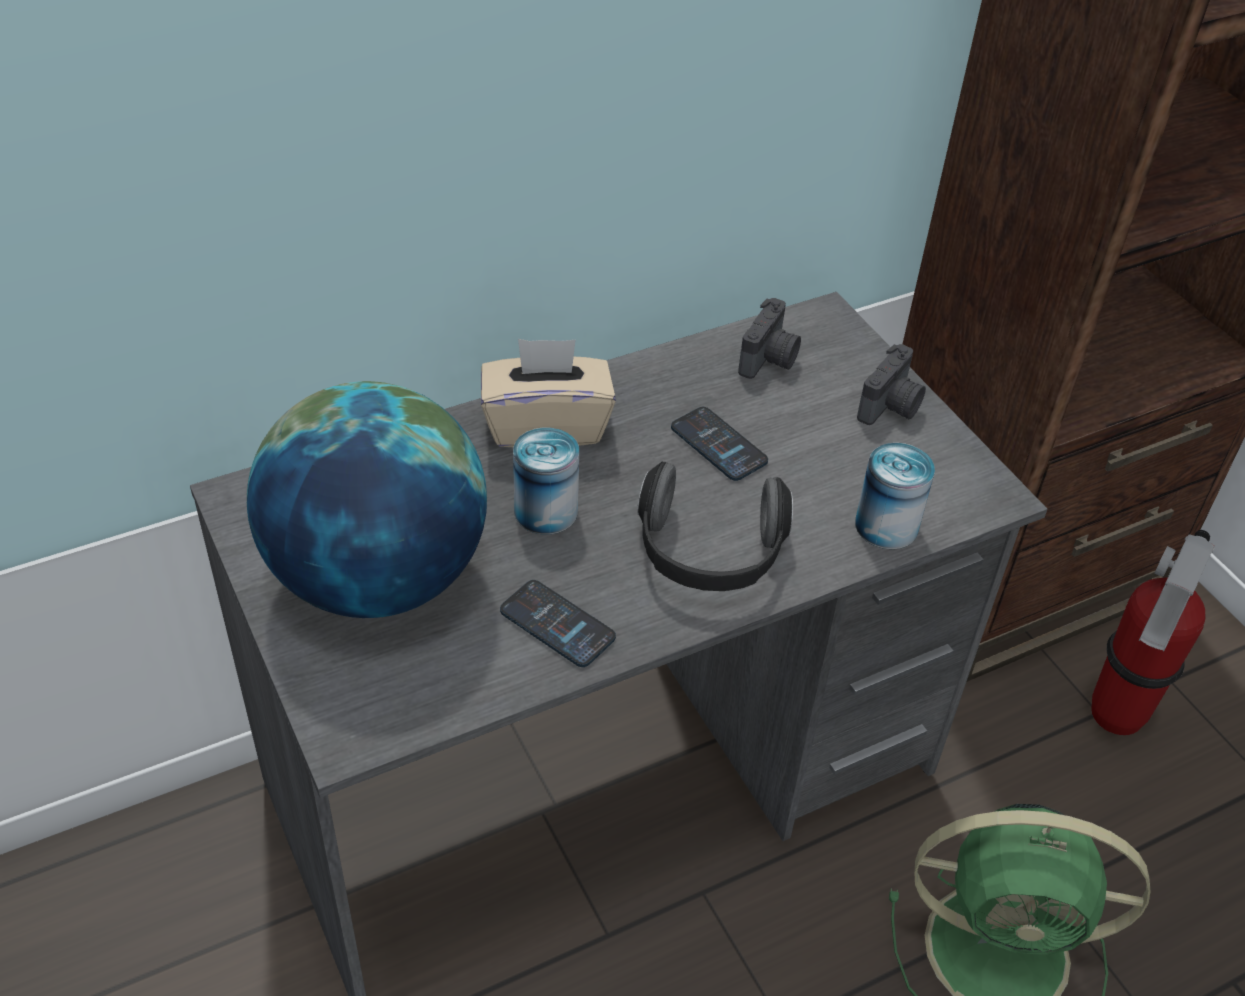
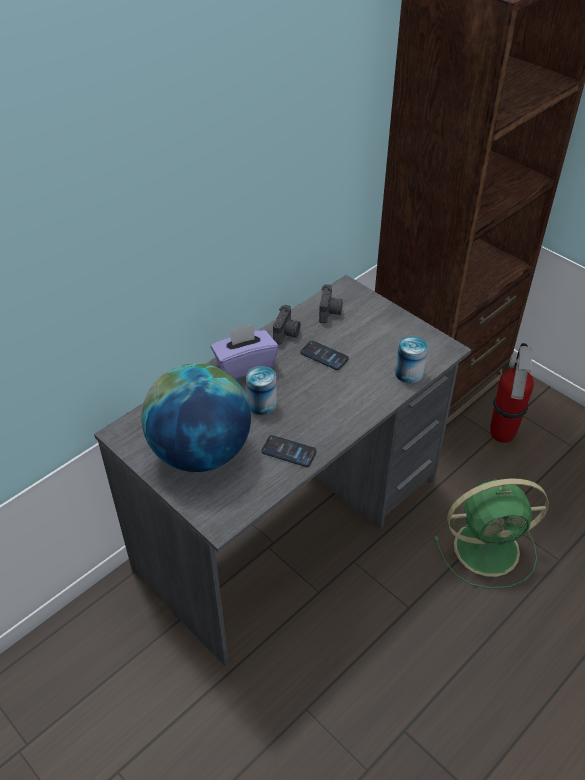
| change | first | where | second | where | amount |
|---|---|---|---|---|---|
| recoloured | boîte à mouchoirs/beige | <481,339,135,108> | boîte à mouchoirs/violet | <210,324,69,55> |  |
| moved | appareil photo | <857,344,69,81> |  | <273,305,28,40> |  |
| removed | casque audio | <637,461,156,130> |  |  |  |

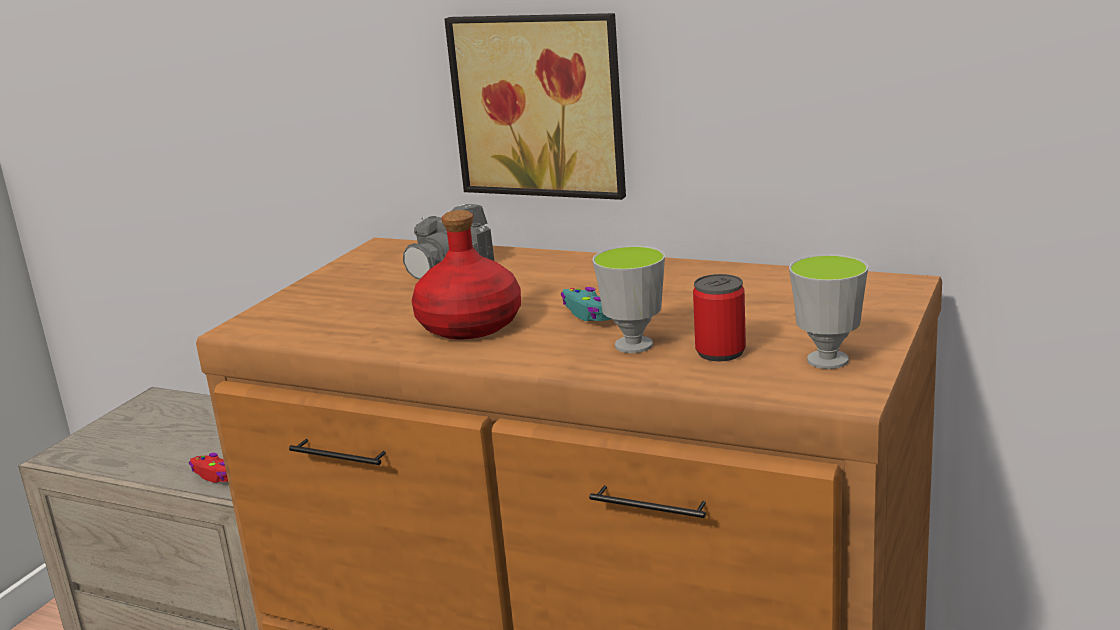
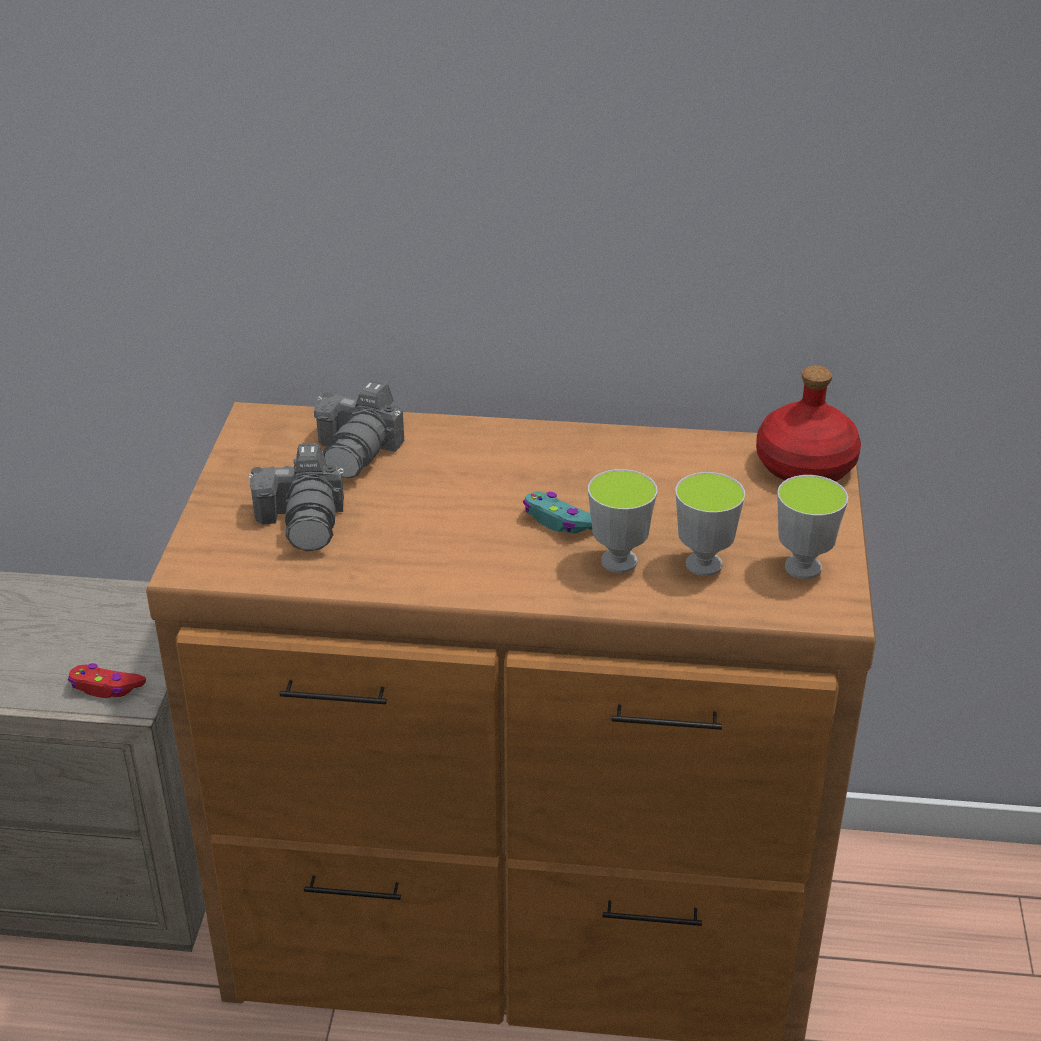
| change | first | where | second | where | amount |
|---|---|---|---|---|---|
| added |  |  | appareil photo | <248,443,96,108> |  |
| replaced | boîte métallique | <693,274,53,87> | tasse | <675,472,70,104> |  |
| moved | bouteille/rouge | <412,210,109,129> |  | <756,366,105,115> |  |
| removed | tableau | <444,13,182,187> |  |  |  |

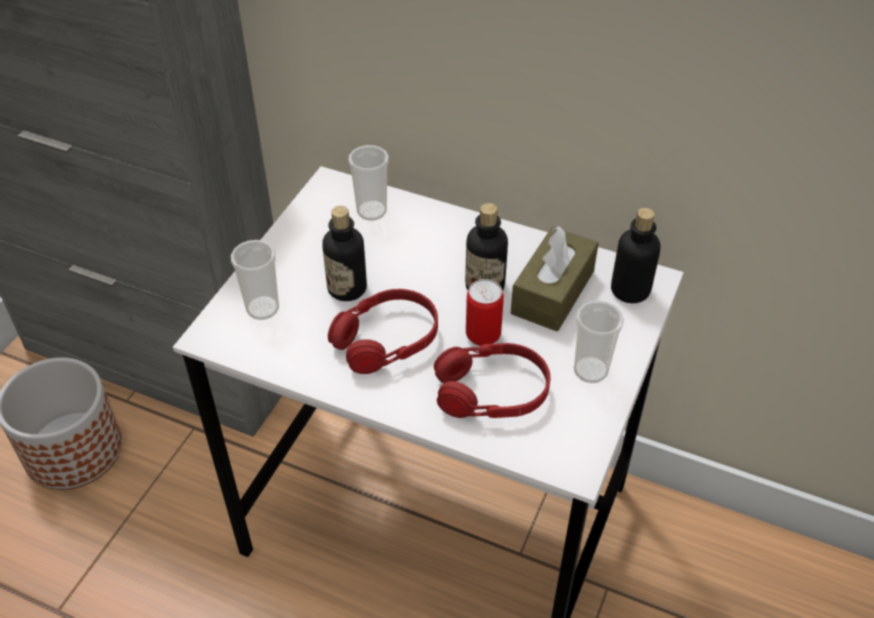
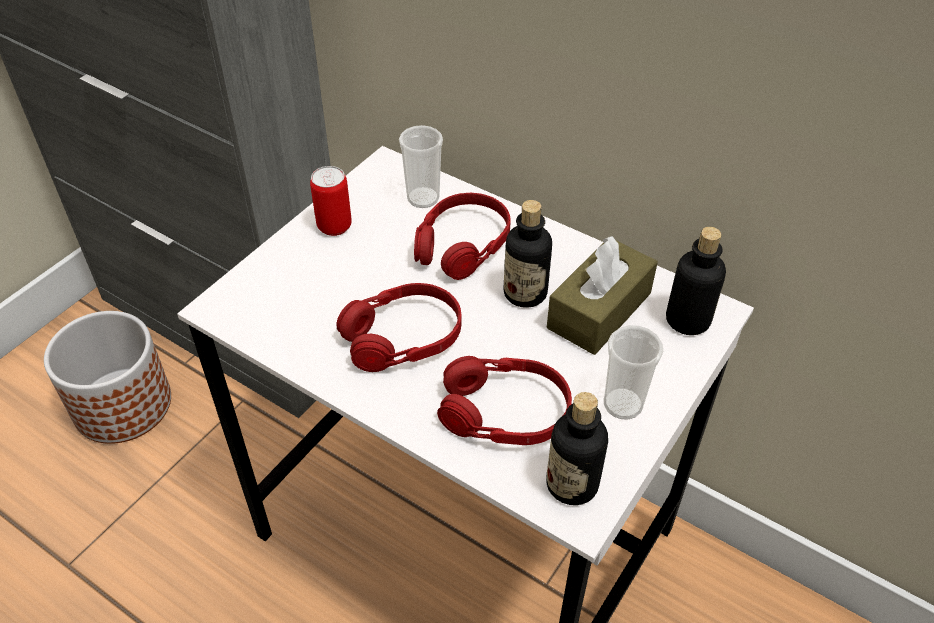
| change | first | where | second | where | amount |
|---|---|---|---|---|---|
| moved | boîte métallique | <466,279,38,67> |  | <310,166,42,70> |  |
| added |  |  | casque audio/rouge | <414,193,97,87> |  |
| moved | bouteille | <322,206,45,95> |  | <546,392,62,113> |  |
| removed | tasse | <231,240,48,80> |  |  |  |

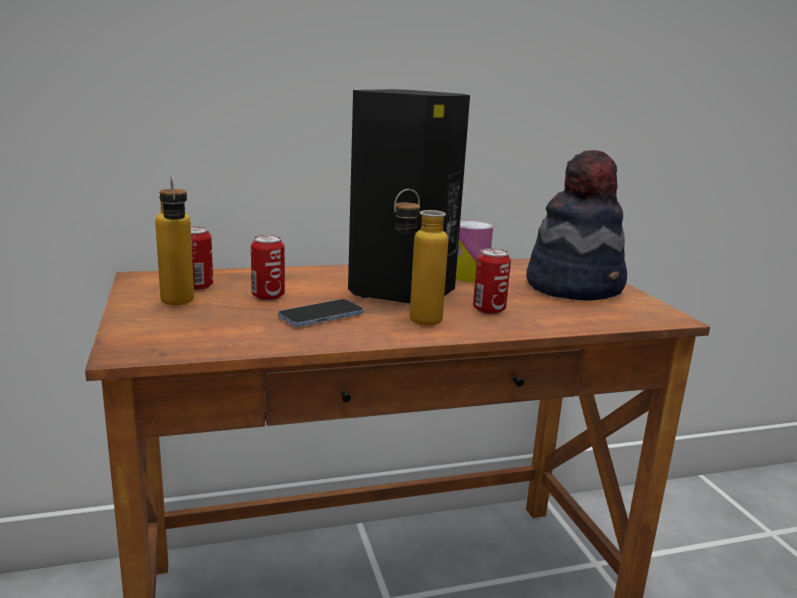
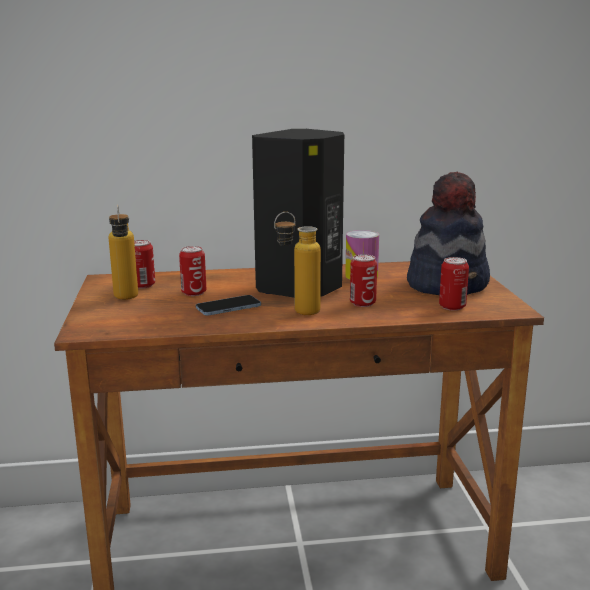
| change | first | where | second | where | amount |
|---|---|---|---|---|---|
| added |  |  | boîte métallique | <439,257,30,54> |  |

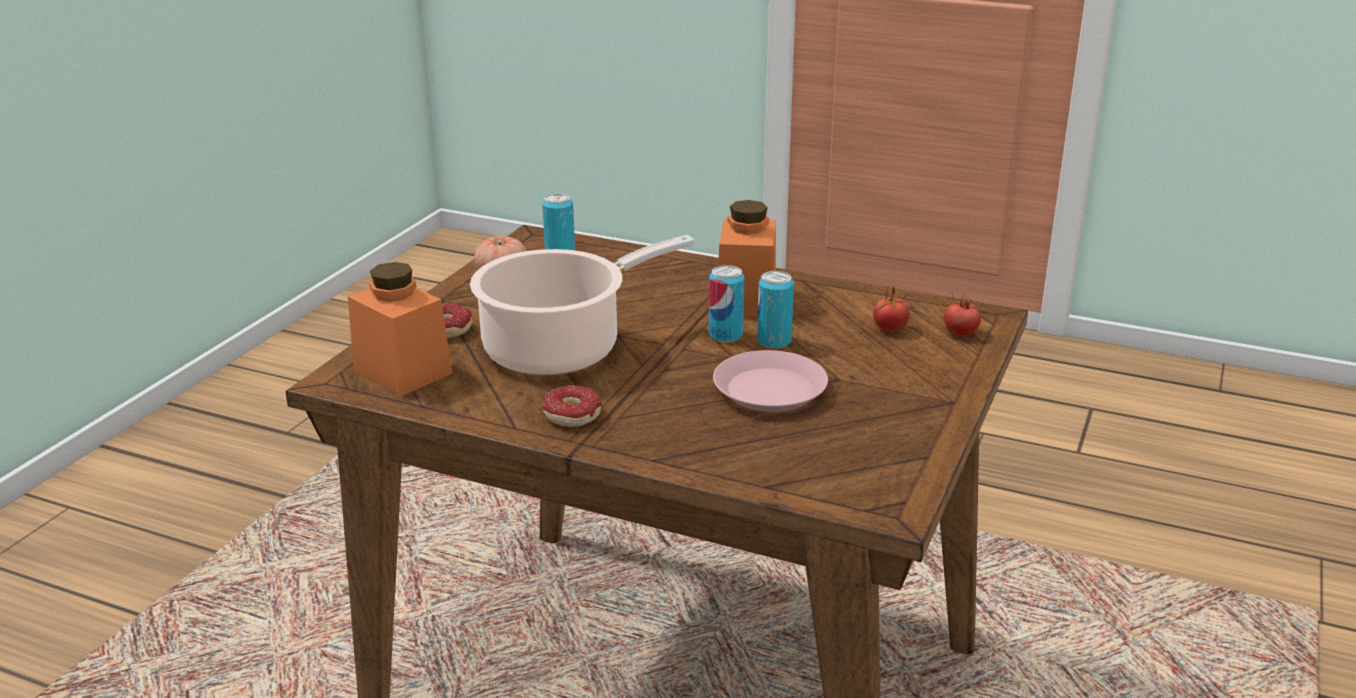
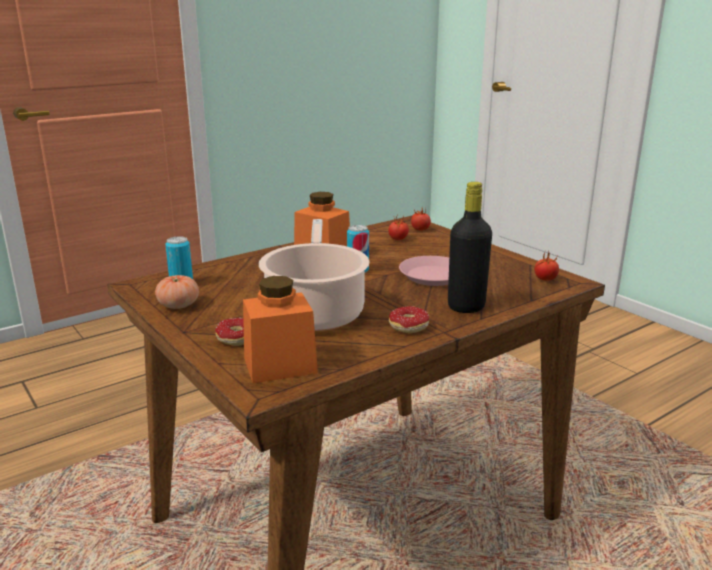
| change | first | where | second | where | amount |
|---|---|---|---|---|---|
| added |  |  | bouteille/noir | <448,182,44,131> |  |
| added |  |  | tomate | <534,251,25,30> |  |
| removed | boîte métallique | <757,271,37,78> |  |  |  |

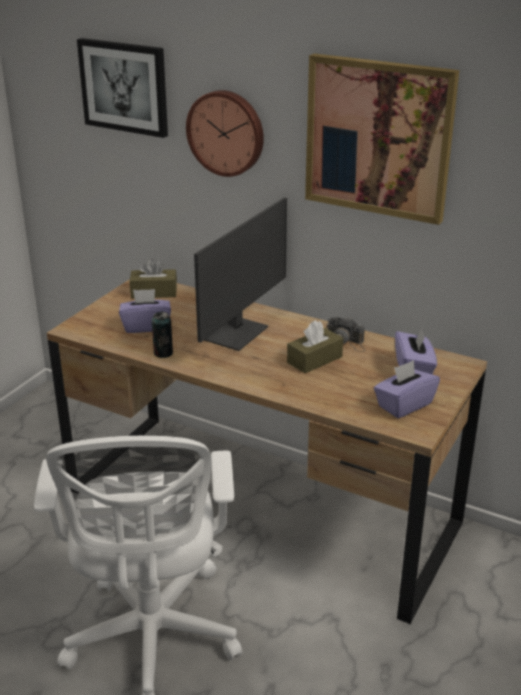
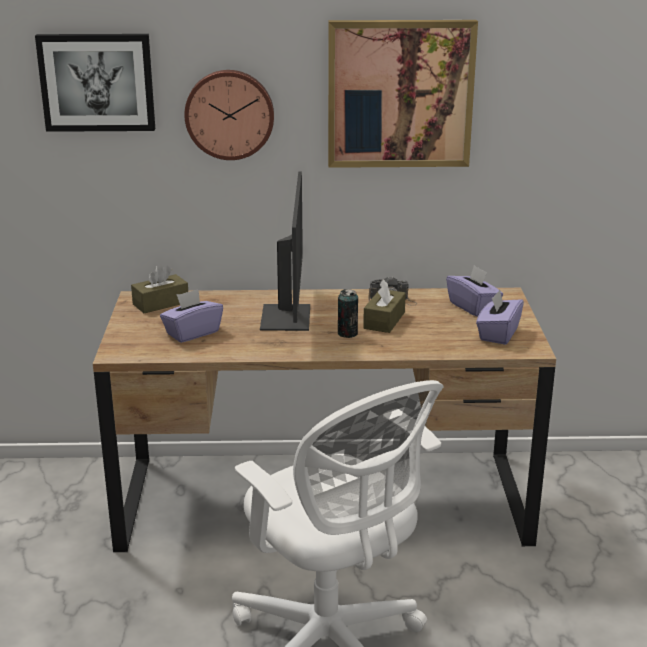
| change | first | where | second | where | amount |
|---|---|---|---|---|---|
| moved | boîte métallique | <152,312,21,46> |  | <337,289,21,49> |  |

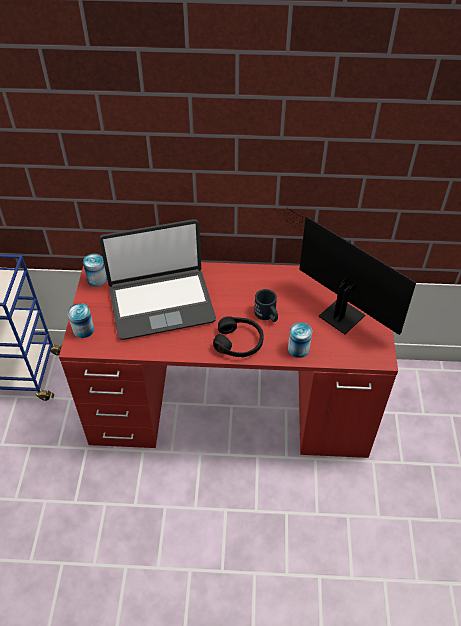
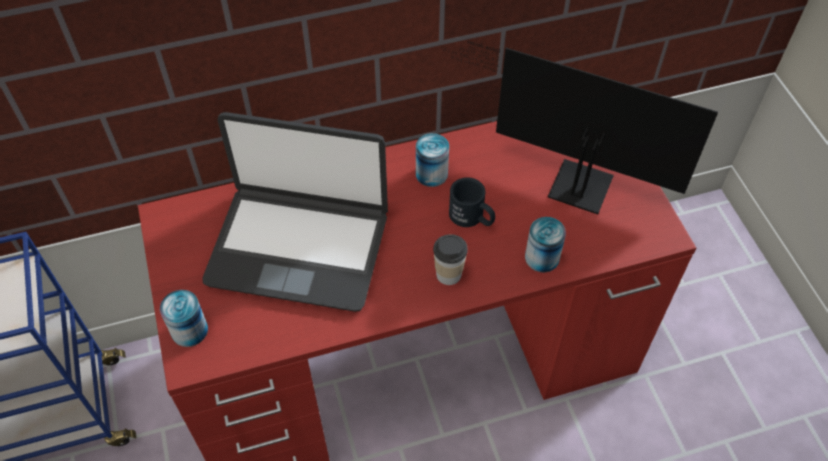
| change | first | where | second | where | amount |
|---|---|---|---|---|---|
| turned | ordinateur portable | <99,219,117,121> |  | <202,112,186,200> | 45 degrees clockwise |
| moved | boîte métallique | <83,254,24,33> |  | <416,133,33,54> |  |
| replaced | casque audio/noir | <213,316,51,41> | tasse | <433,234,35,51> |  |

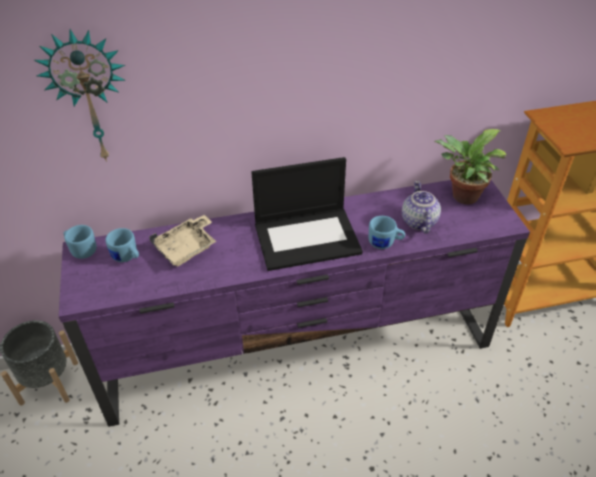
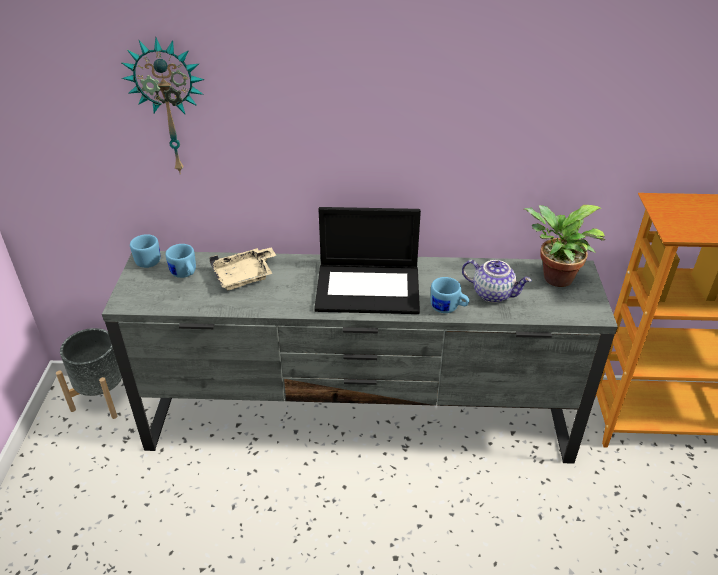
| change | first | where | second | where | amount |
|---|---|---|---|---|---|
| recoloured | meuble télé/violet | <59,180,471,247> | meuble télé/gris | <102,251,516,213> |  |
| turned | théière | <402,181,39,53> |  | <462,260,70,43> | 105 degrees clockwise |

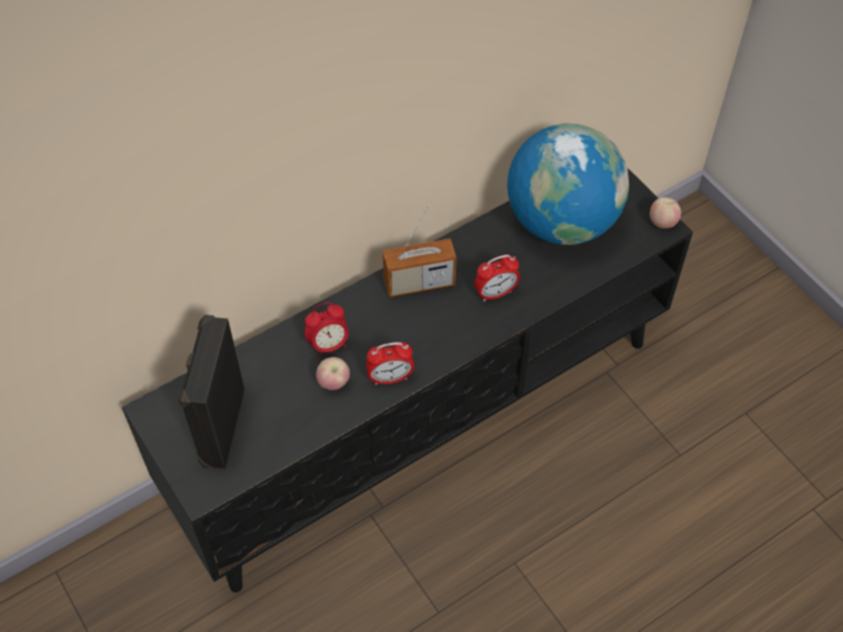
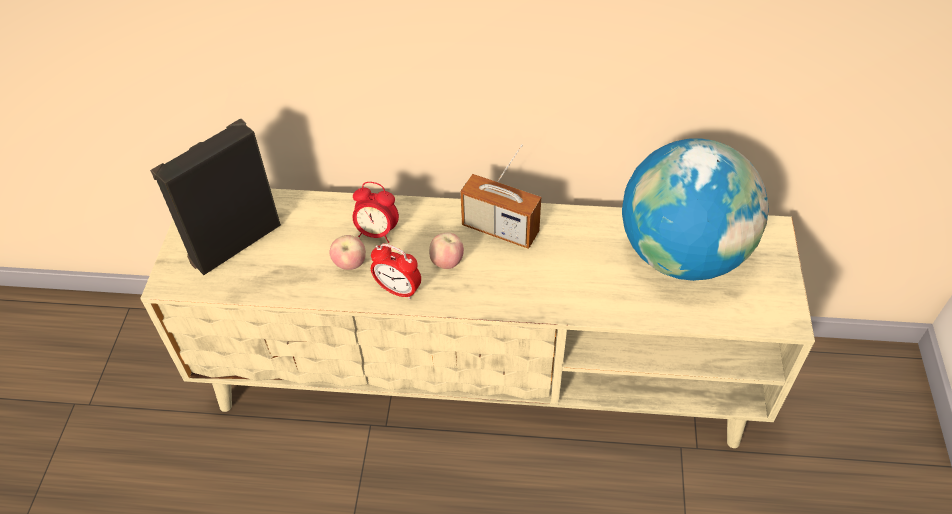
| change | first | where | second | where | amount |
|---|---|---|---|---|---|
| recoloured | meuble télé/noir | <122,167,571,426> | meuble télé/beige | <140,189,675,259> |  |
| moved | pomme | <650,197,31,31> |  | <429,233,35,36> |  |
| removed | réveil | <474,255,46,46> |  |  |  |

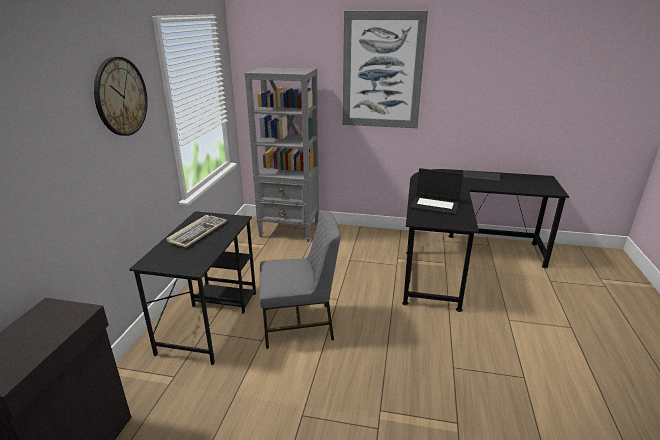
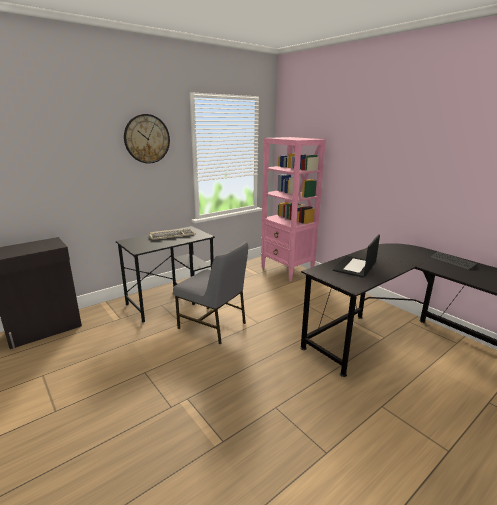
| change | first | where | second | where | amount |
|---|---|---|---|---|---|
| recoloured | bibliothèque/gris | <245,67,74,175> | bibliothèque/rose | <261,137,65,145> |  |
| turned | ordinateur portable | <410,168,53,47> |  | <333,234,47,44> | 60 degrees clockwise |
| removed | tableau | <343,11,85,117> |  |  |  |

